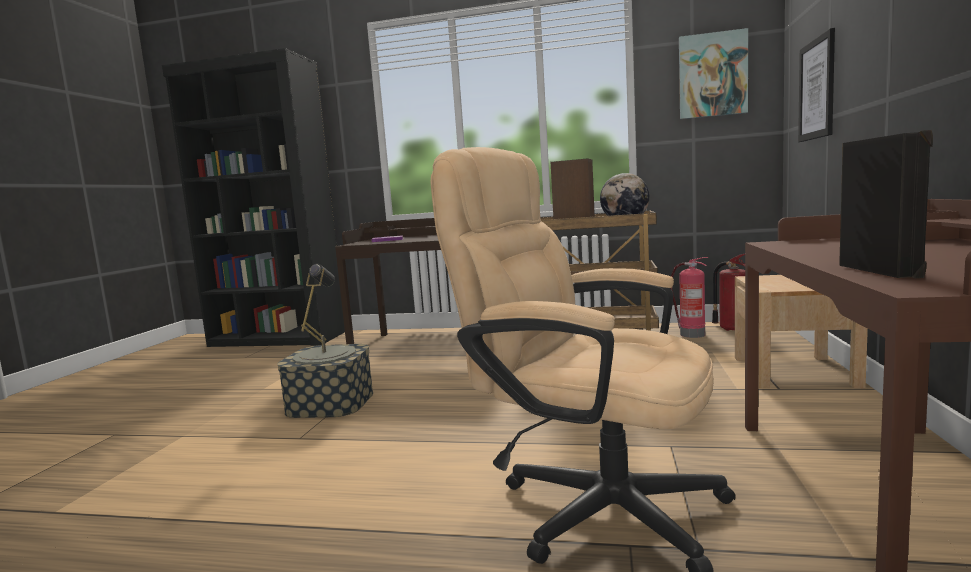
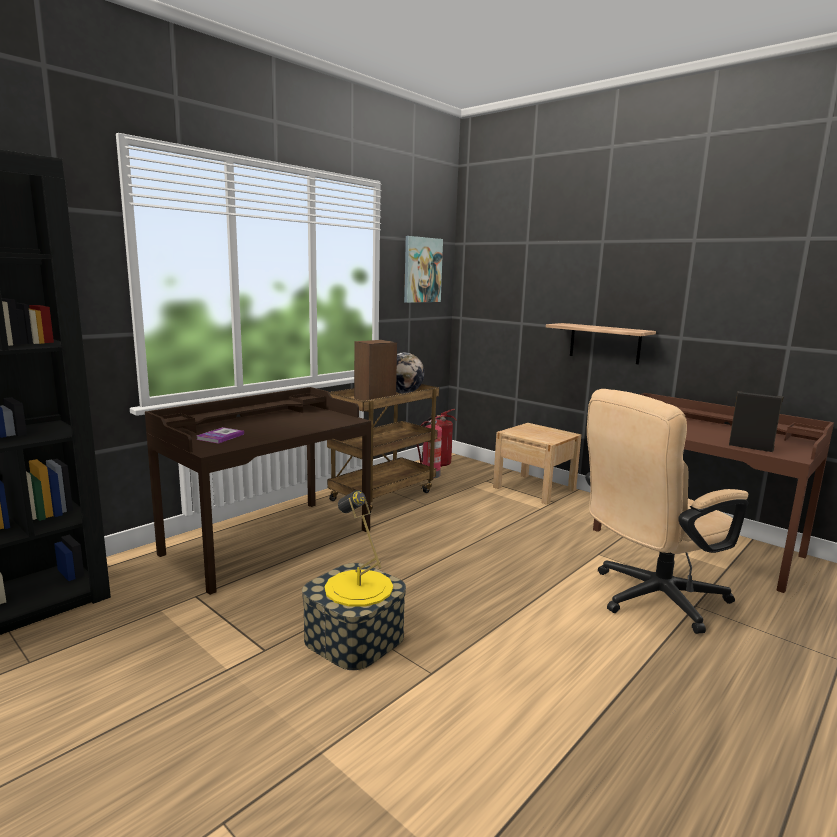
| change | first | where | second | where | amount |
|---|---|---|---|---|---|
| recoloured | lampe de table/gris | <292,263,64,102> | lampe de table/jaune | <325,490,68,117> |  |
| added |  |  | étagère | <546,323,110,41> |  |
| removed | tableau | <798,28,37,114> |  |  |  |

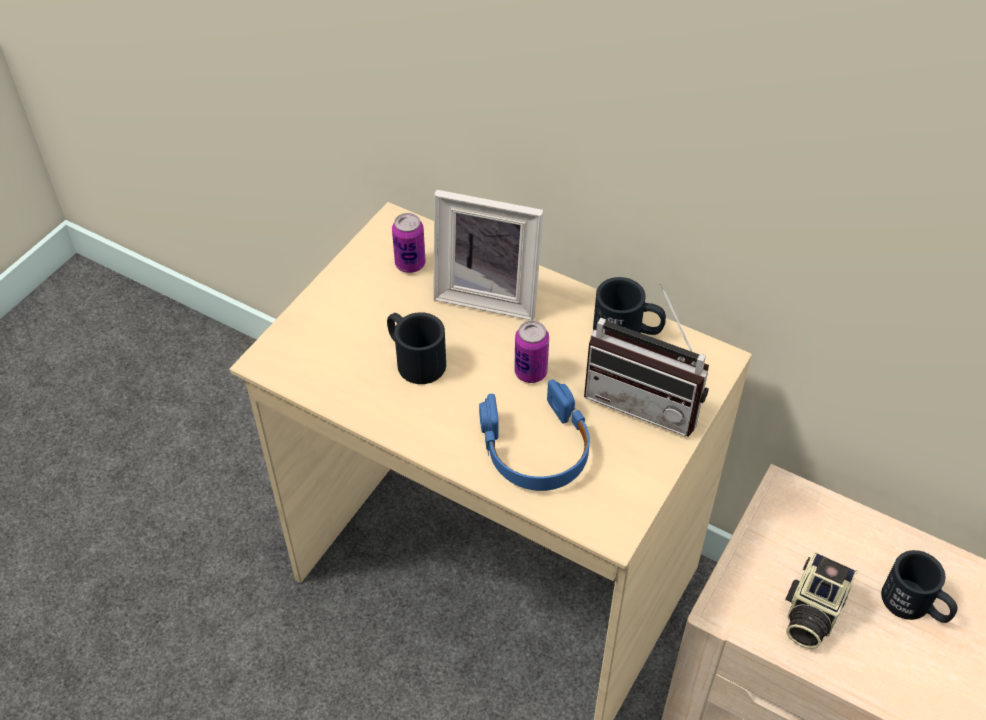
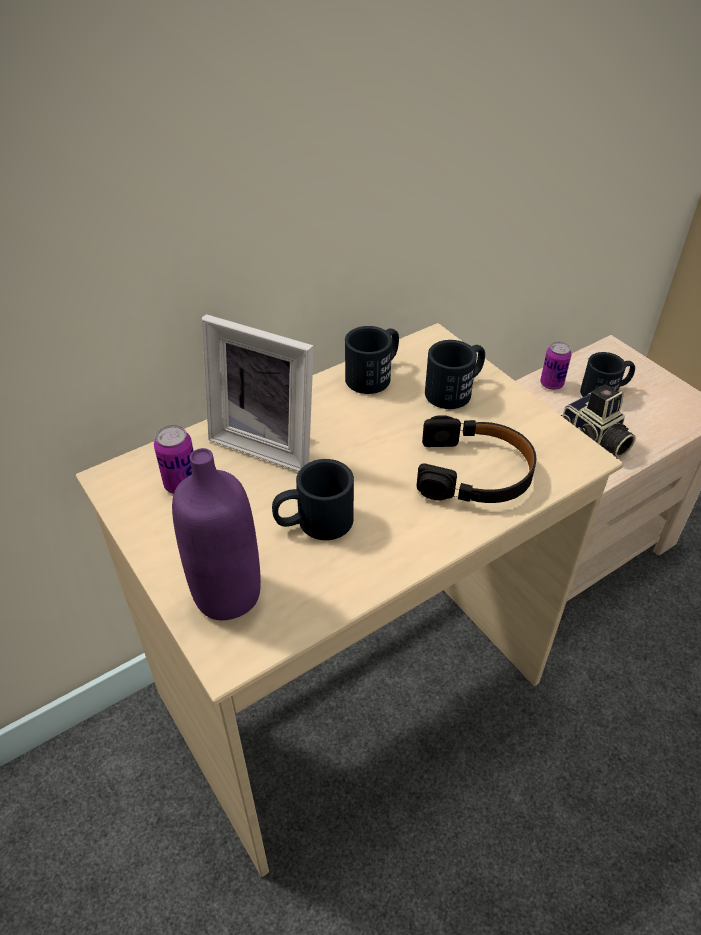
| change | first | where | second | where | amount |
|---|---|---|---|---|---|
| added |  |  | bouteille/violet | <172,448,89,172> |  |
| turned | cadre photo | <433,190,111,131> |  | <202,314,112,158> | 75 degrees clockwise |
| recoloured | casque audio/bleu | <479,379,111,112> | casque audio/noir | <417,415,119,88> |  |
| replaced | radio | <584,282,125,155> | mug/noir | <425,340,60,69> |  |
| moved | boîte métallique | <514,321,35,62> |  | <540,342,32,48> |  |

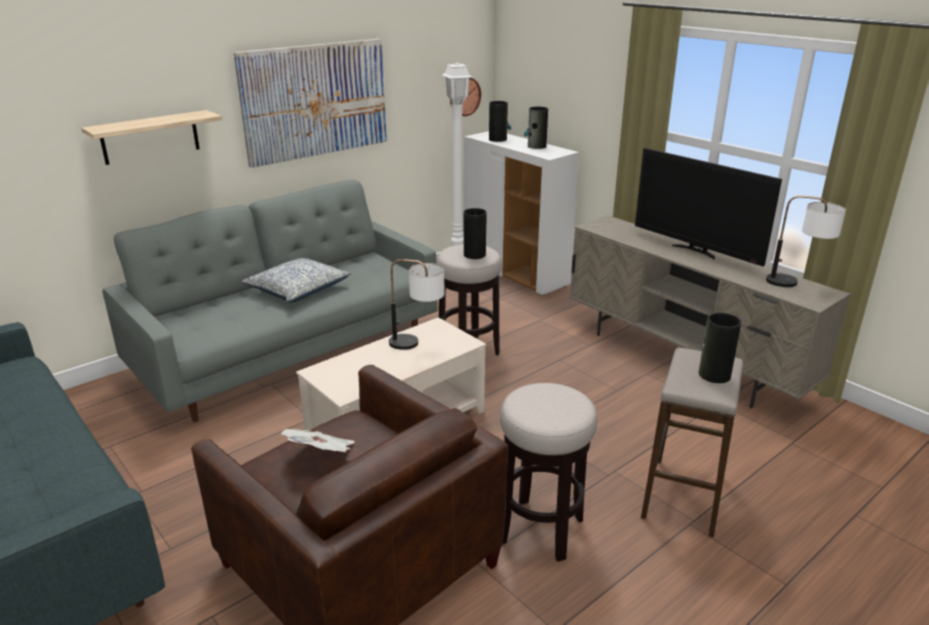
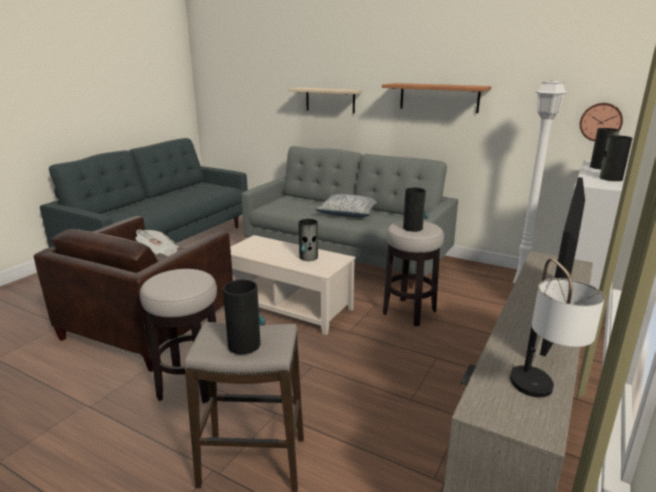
| change | first | where | second | where | amount |
|---|---|---|---|---|---|
| replaced | lampe de table | <389,259,56,91> | vase | <299,219,19,42> |  |
| replaced | tableau | <233,39,154,129> | étagère | <382,83,109,30> |  |

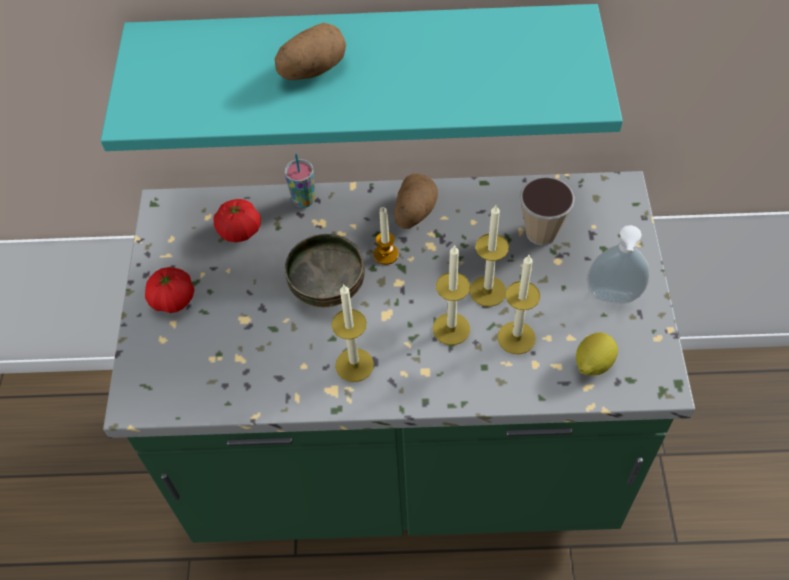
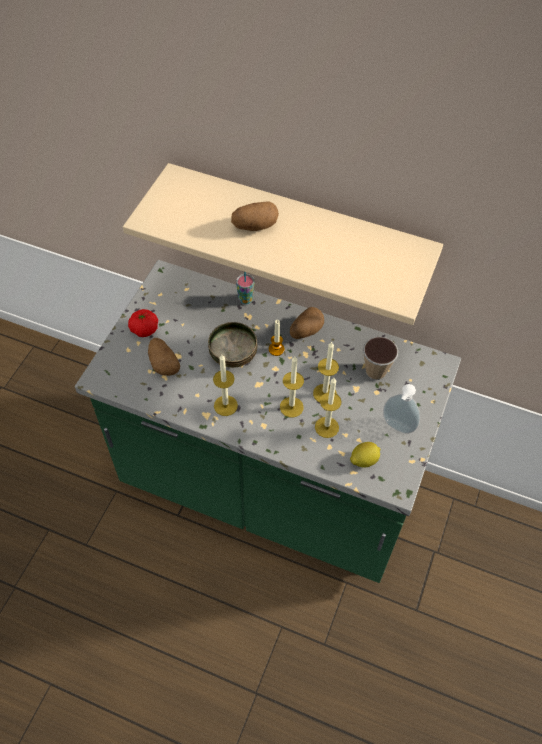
| change | first | where | second | where | amount |
|---|---|---|---|---|---|
| recoloured | étagère/turquoise | <100,4,523,147> | étagère/beige | <123,163,320,162> |  |
| added |  |  | pomme de terre | <148,338,32,38> |  |
| removed | tomate | <214,199,47,43> |  |  |  |

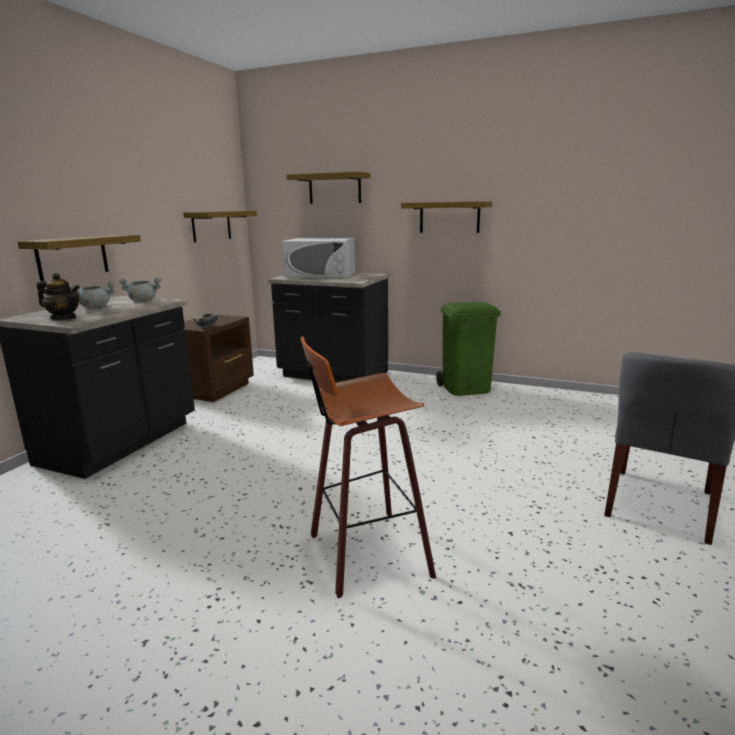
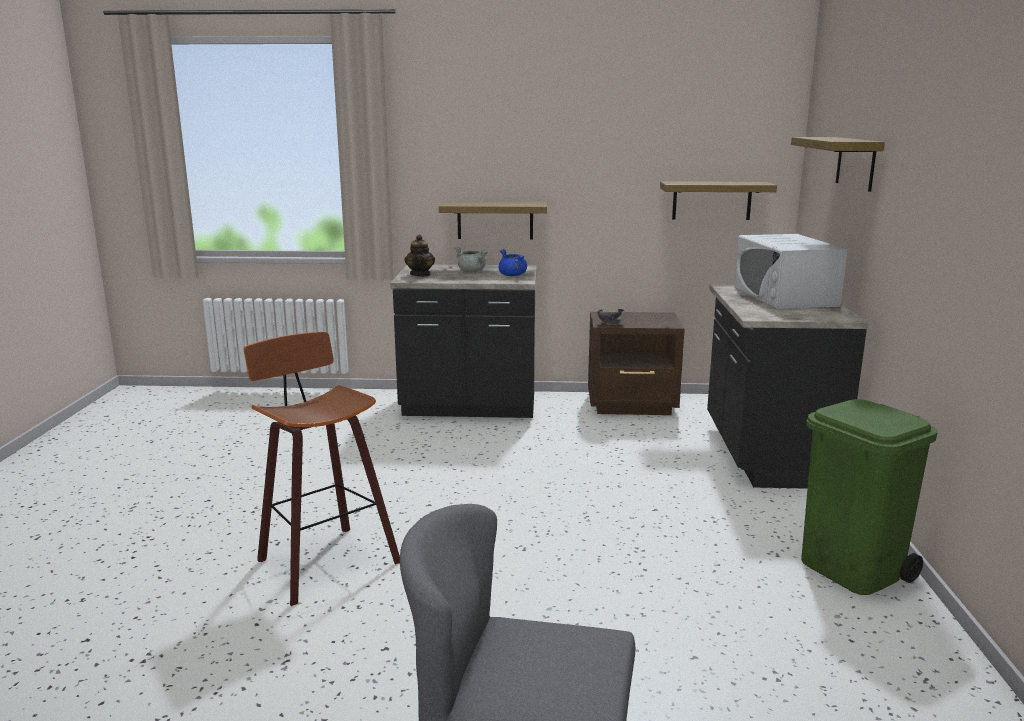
| change | first | where | second | where | amount |
|---|---|---|---|---|---|
| recoloured | marmite/gris | <119,278,42,24> | marmite/bleu | <499,249,28,27> |  |
| removed | étagère | <401,201,91,32> |  |  |  |

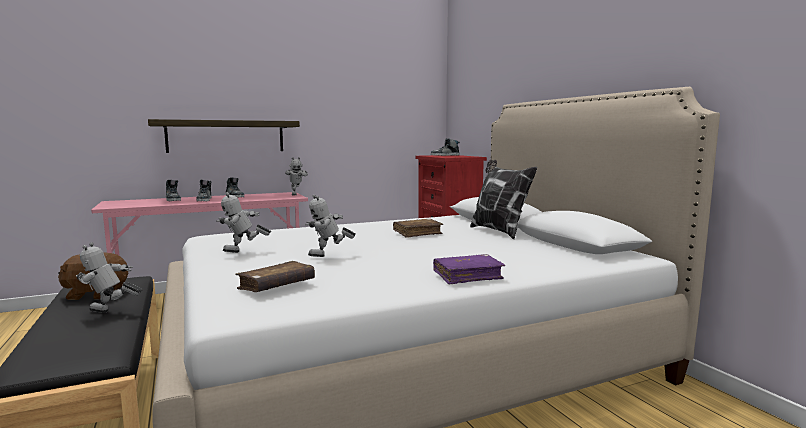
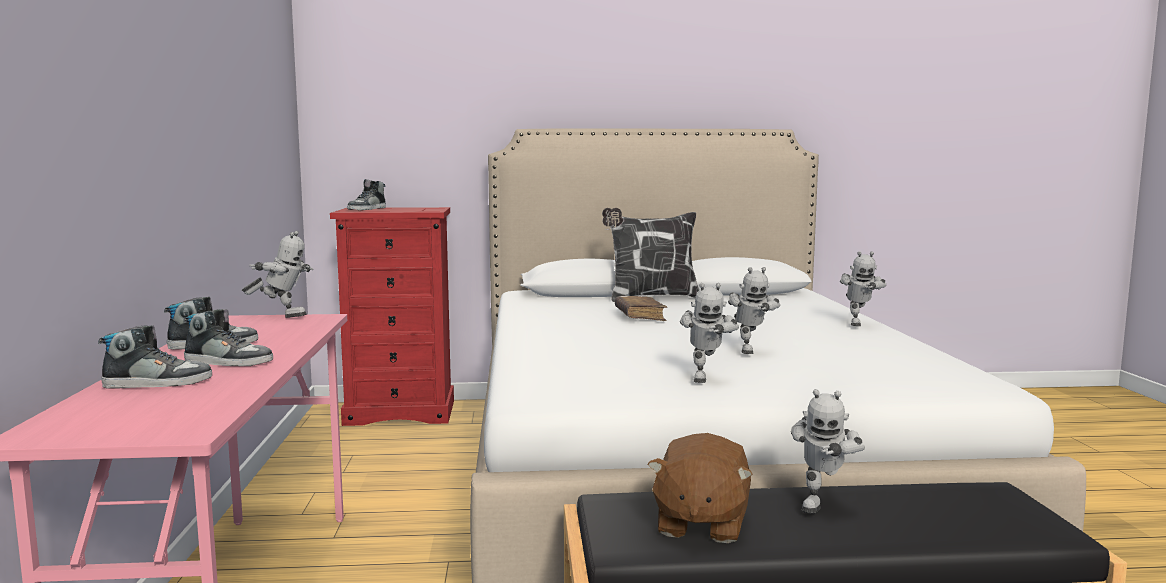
| change | first | where | second | where | amount |
|---|---|---|---|---|---|
| replaced | livre/violet | <433,254,72,30> | robot jouet | <840,251,46,75> |  |
| removed | étagère | <148,119,152,34> |  |  |  |
| removed | livre/marron | <235,261,80,31> |  |  |  |

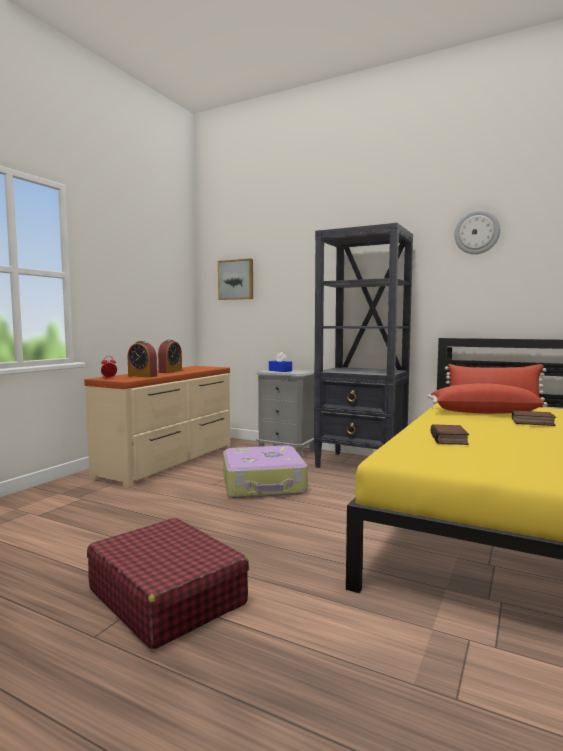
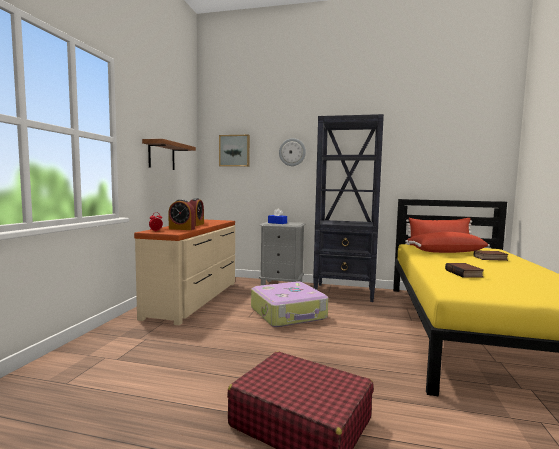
| change | first | where | second | where | amount |
|---|---|---|---|---|---|
| added |  |  | étagère | <142,139,54,31> |  |
| moved | horloge murale | <454,210,46,44> |  | <279,138,27,28> |  |

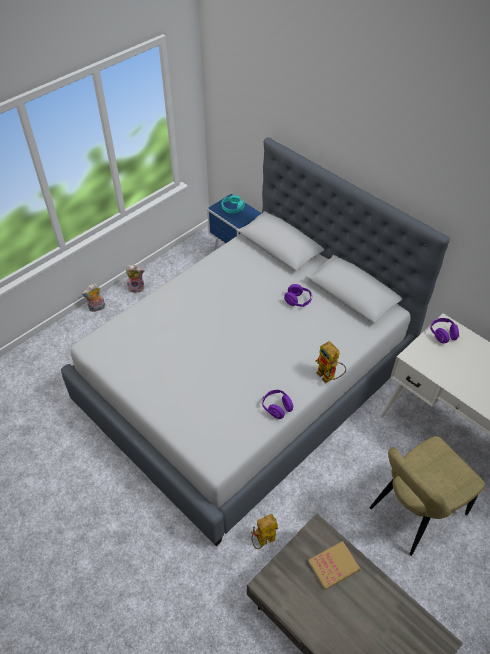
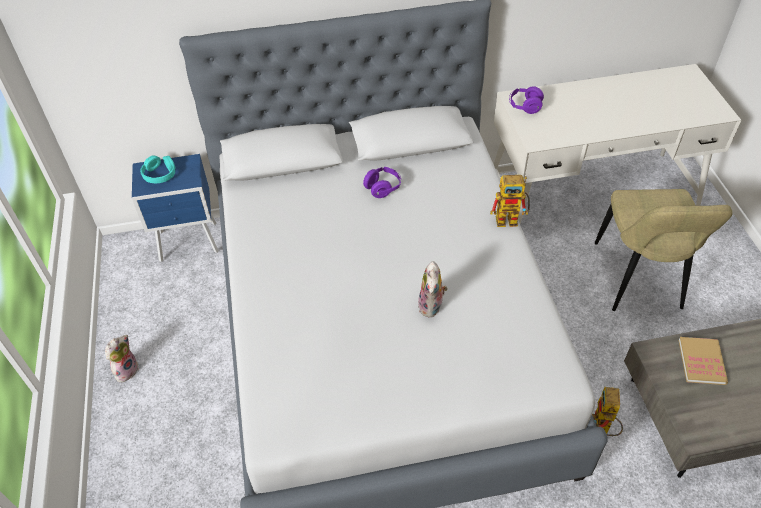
| change | first | where | second | where | amount |
|---|---|---|---|---|---|
| moved | peluche | <81,283,24,29> |  | <418,261,30,56> |  |
| removed | casque audio/violet | <262,390,32,29> |  |  |  |

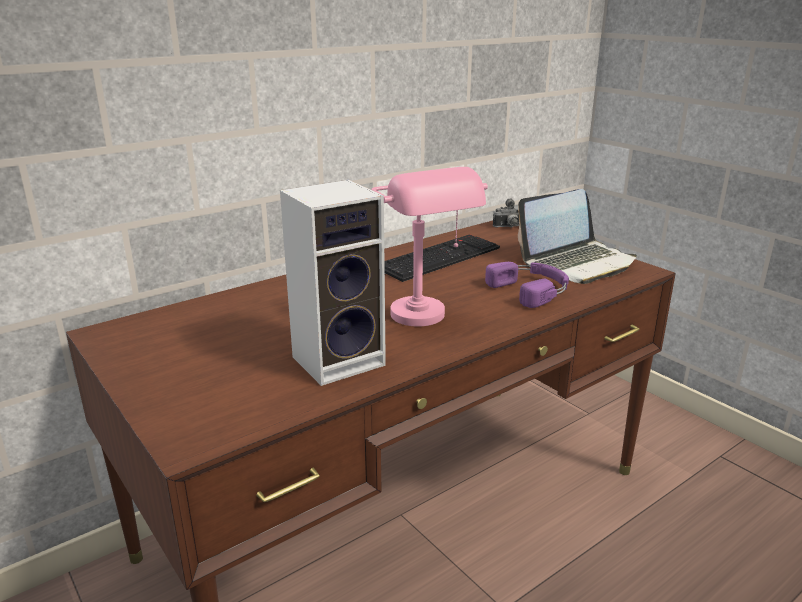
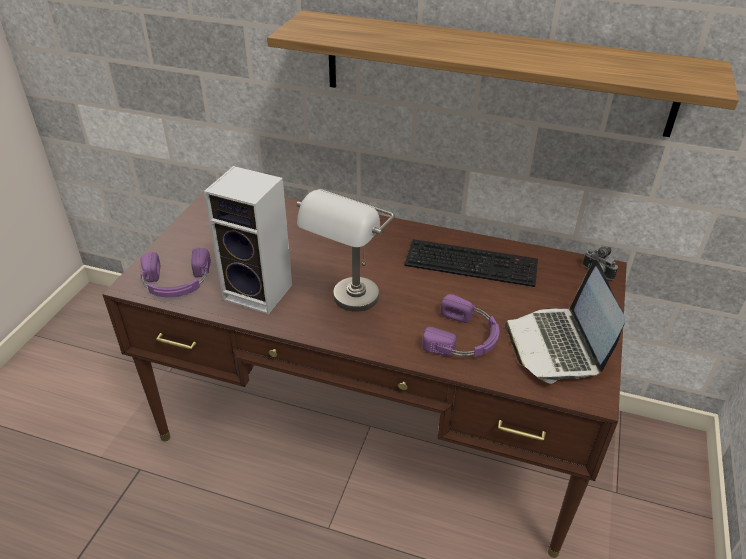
| change | first | where | second | where | amount |
|---|---|---|---|---|---|
| added |  |  | casque audio/violet | <140,248,71,49> |  |
| added |  |  | étagère | <267,10,472,127> |  |
| recoloured | lampe de table/rose | <371,167,117,160> | lampe de table/gris | <296,189,99,123> |  |
| turned | ordinateur portable | <518,189,119,95> |  | <505,260,120,124> | 60 degrees clockwise |

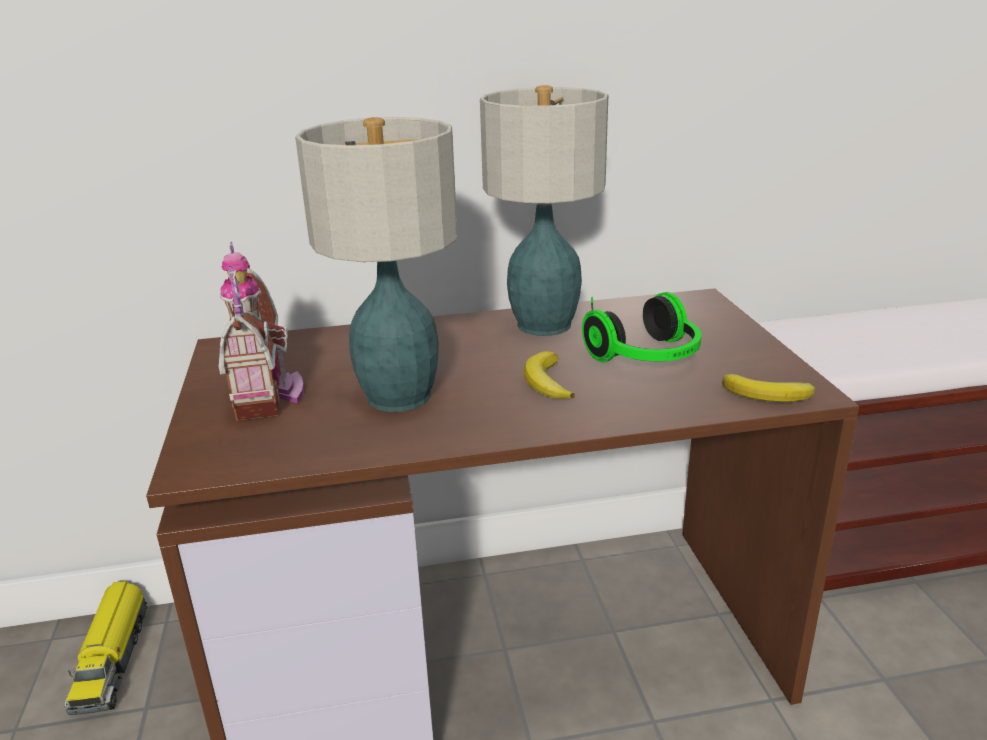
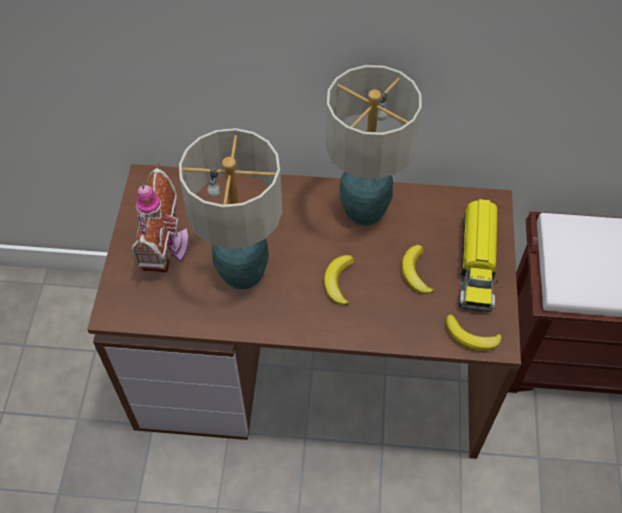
| change | first | where | second | where | amount |
|---|---|---|---|---|---|
| replaced | casque audio | <582,292,119,70> | banane | <401,245,33,49> |  |
| moved | camion jouet | <65,581,82,134> |  | <458,199,40,113> |  |

